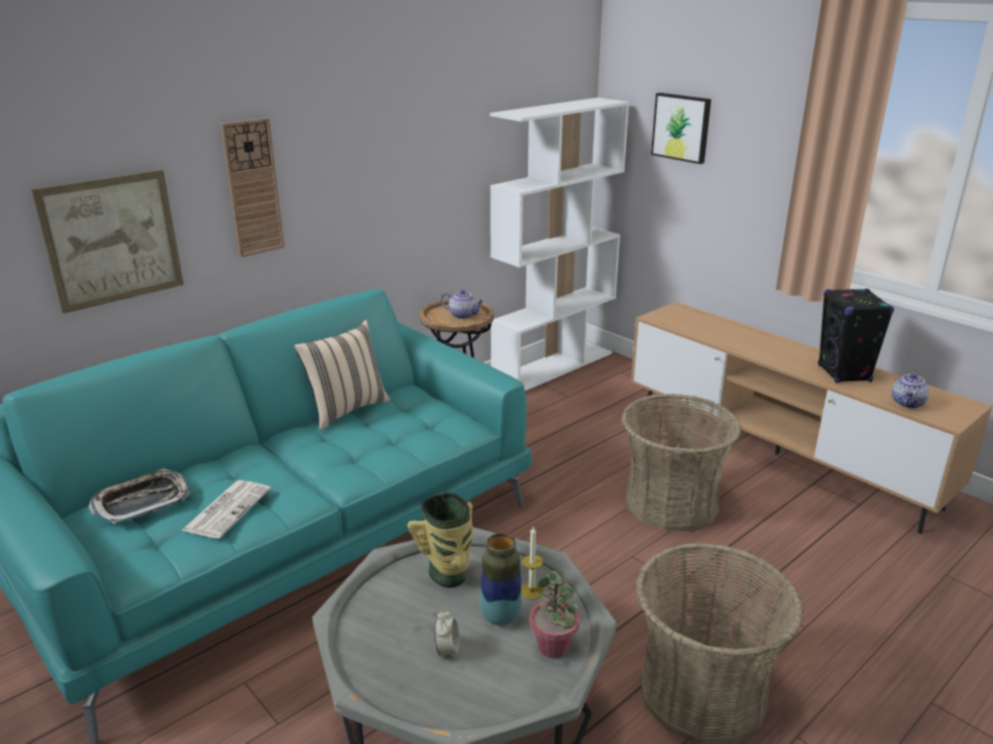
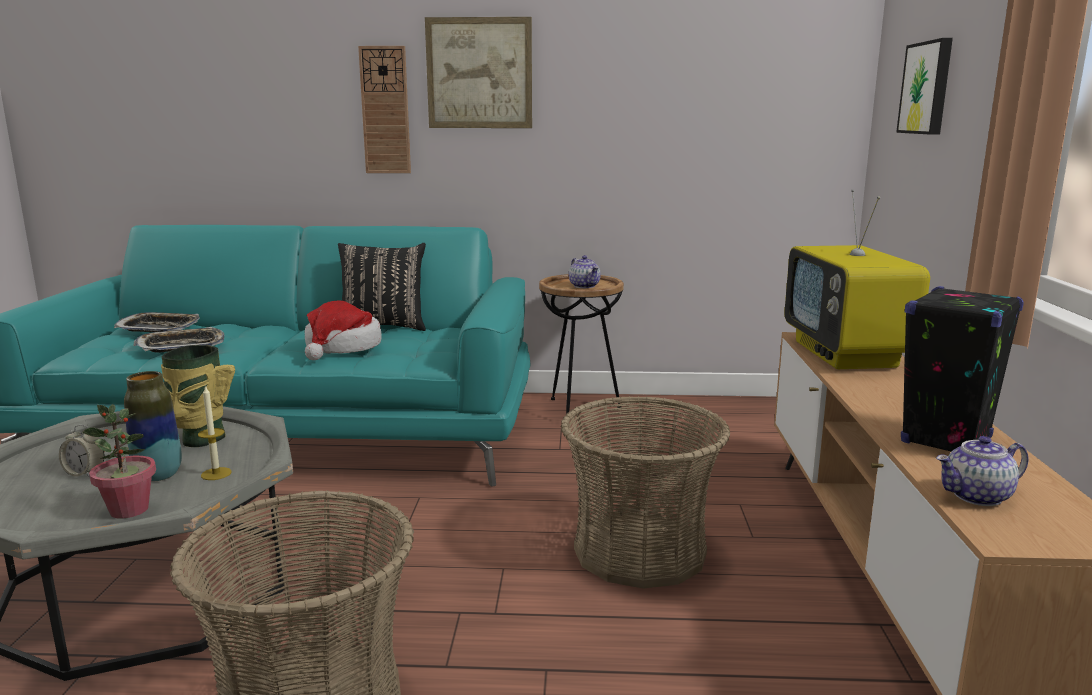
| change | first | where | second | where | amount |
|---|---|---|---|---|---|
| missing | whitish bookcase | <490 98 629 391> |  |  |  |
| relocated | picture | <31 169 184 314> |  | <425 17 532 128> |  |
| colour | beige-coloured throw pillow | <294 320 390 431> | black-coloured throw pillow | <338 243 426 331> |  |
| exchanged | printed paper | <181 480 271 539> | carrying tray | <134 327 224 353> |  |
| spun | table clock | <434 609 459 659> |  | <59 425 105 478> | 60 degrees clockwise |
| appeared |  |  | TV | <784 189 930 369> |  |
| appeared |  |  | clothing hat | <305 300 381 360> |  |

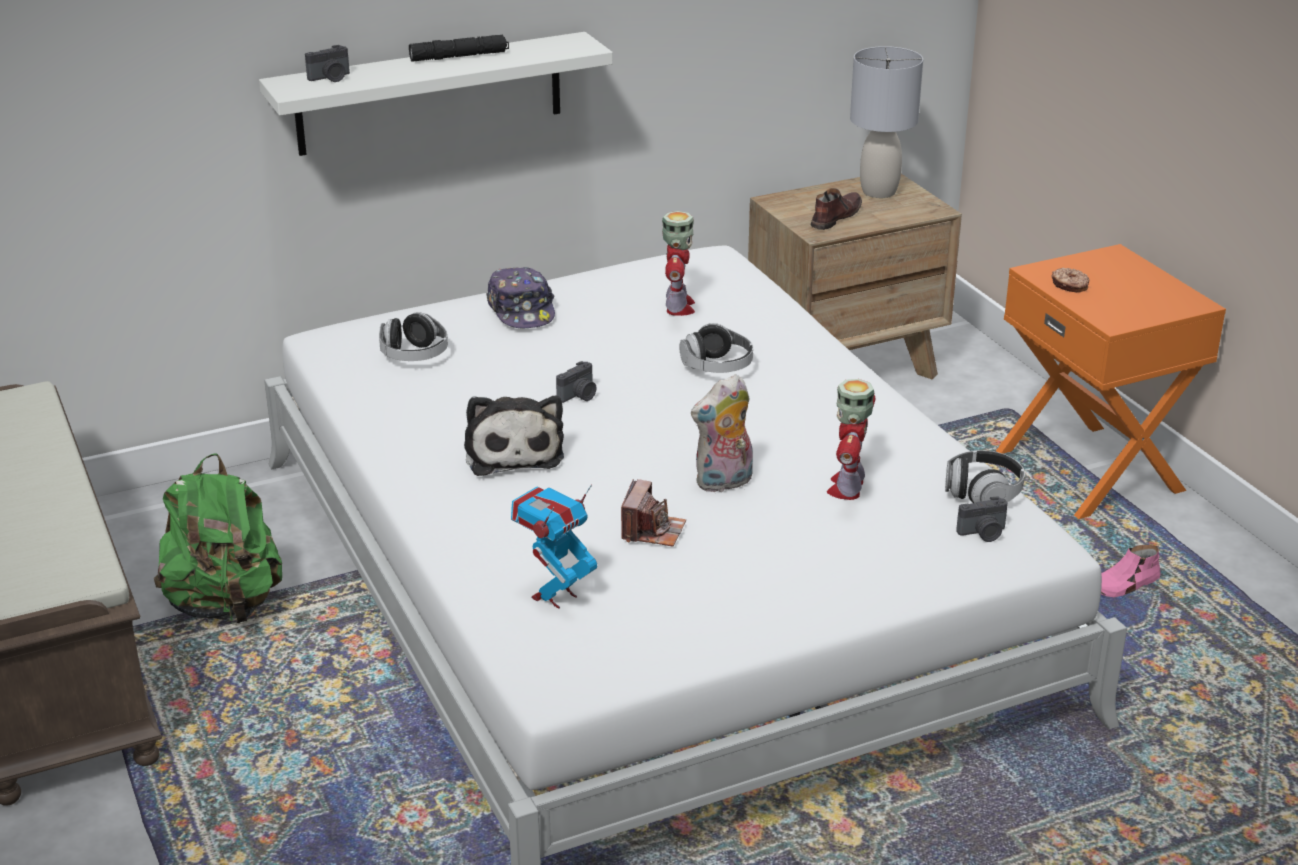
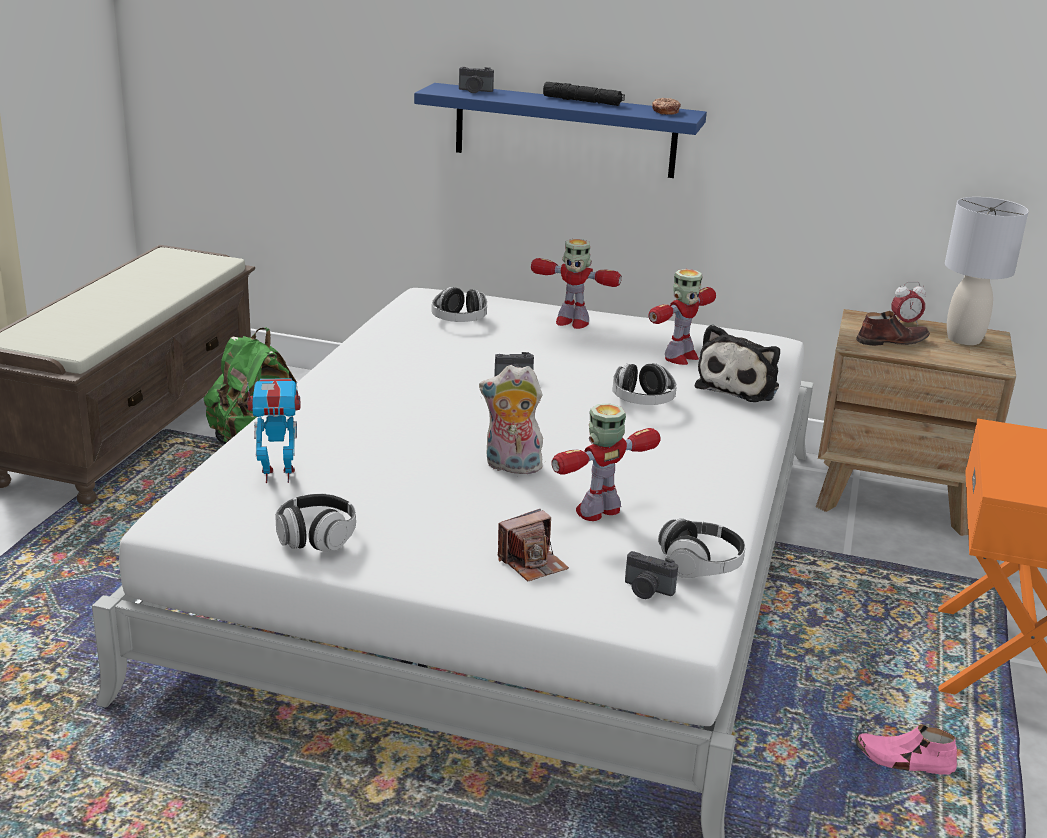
| change | first | where | second | where | amount |
|---|---|---|---|---|---|
| colour | whitish shelf | <259 32 613 156> | bluish shelf | <414 83 707 178> |  |
| exchanged | cap | <486 267 555 328> | model robot | <531 239 622 329> |  |
| relocated | donut | <1051 268 1090 293> |  | <652 98 681 115> |  |
| relocated | plush toy | <464 396 564 476> |  | <695 324 780 402> |  |
| relocated | photo camera | <621 479 686 546> |  | <498 509 569 581> |  |
| appeared |  |  | table clock | <892 281 926 325> |  |
| appeared |  |  | headset | <275 494 356 552> |  |

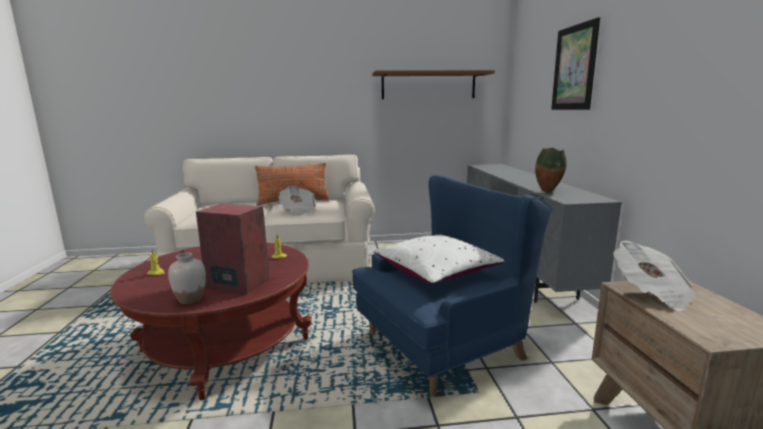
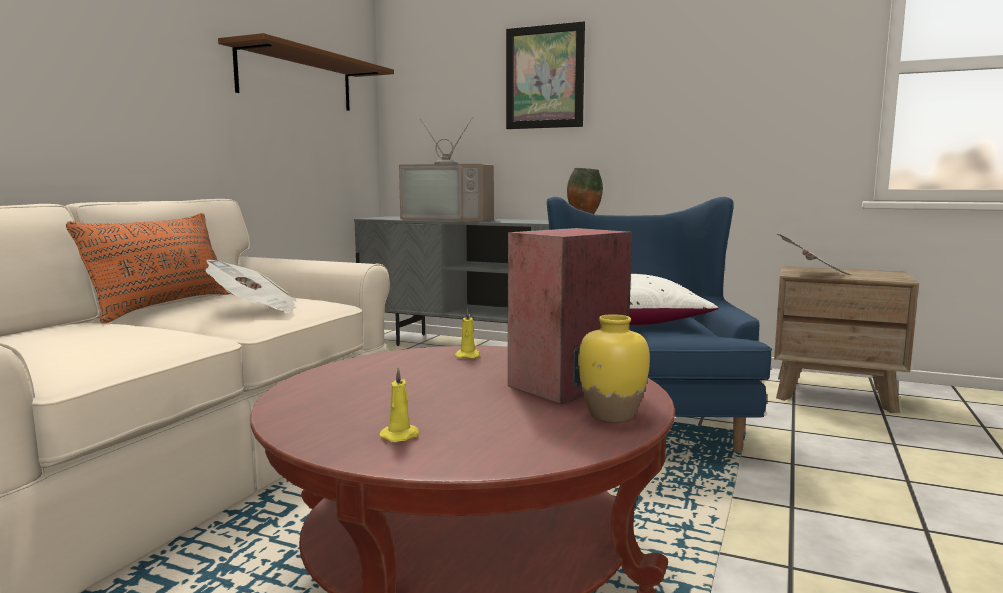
| change | first | where | second | where | amount |
|---|---|---|---|---|---|
| colour | whitish vase | <168 252 206 304> | yellow vase | <578 314 650 423> |  |
| appeared |  |  | TV | <399 117 494 221> |  |

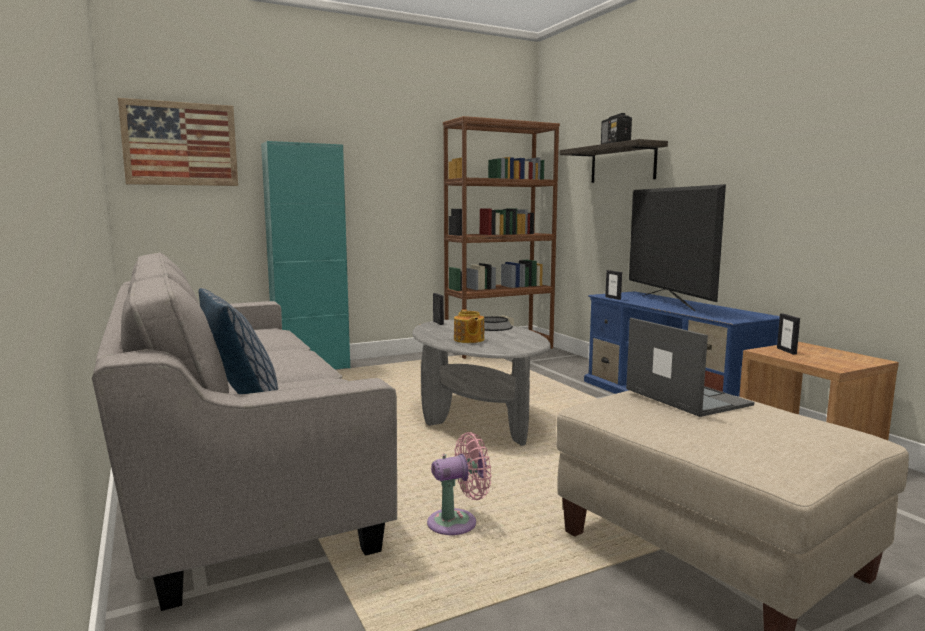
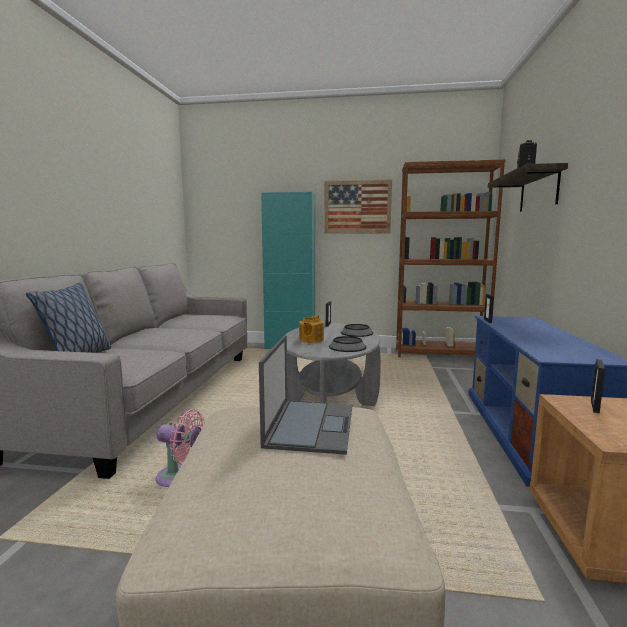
| change | first | where | second | where | amount |
|---|---|---|---|---|---|
| relocated | picture | <118 98 238 186> |  | <324 180 392 234> |  |
| missing | TV | <629 184 726 311> |  |  |  |
| appeared |  |  | serving bowl | <329 336 366 352> |  |

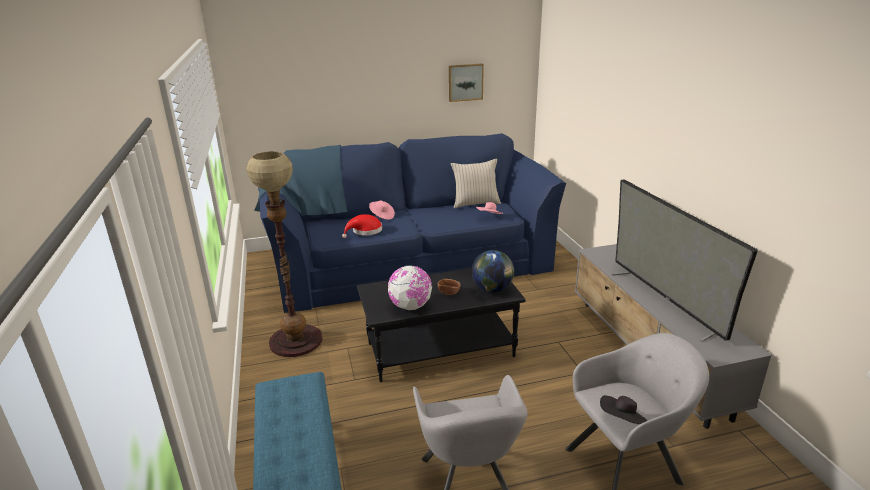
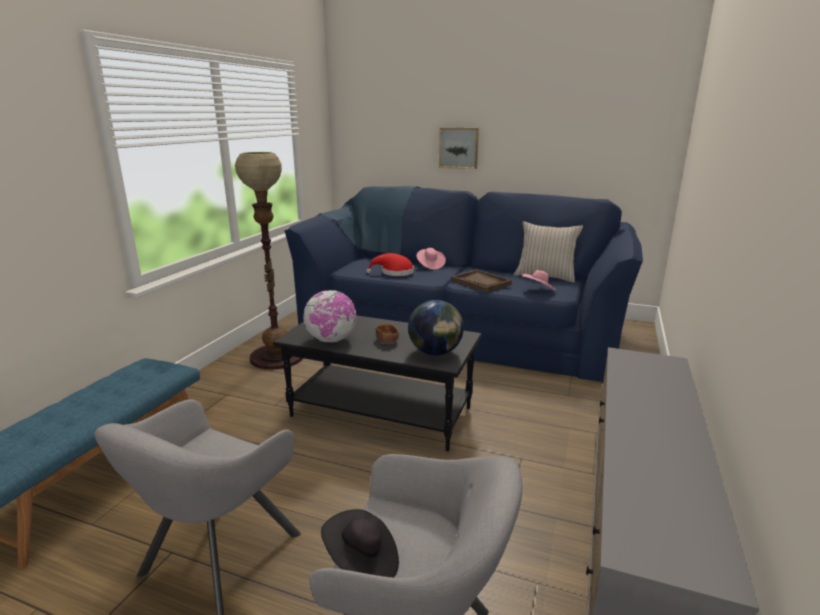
| change | first | where | second | where | amount |
|---|---|---|---|---|---|
| relocated | picture | <449 64 484 102> |  | <439 127 479 169> |  |
| missing | TV | <612 179 758 342> |  |  |  |
| appeared |  |  | brown carrying tray | <452 270 512 292> |  |

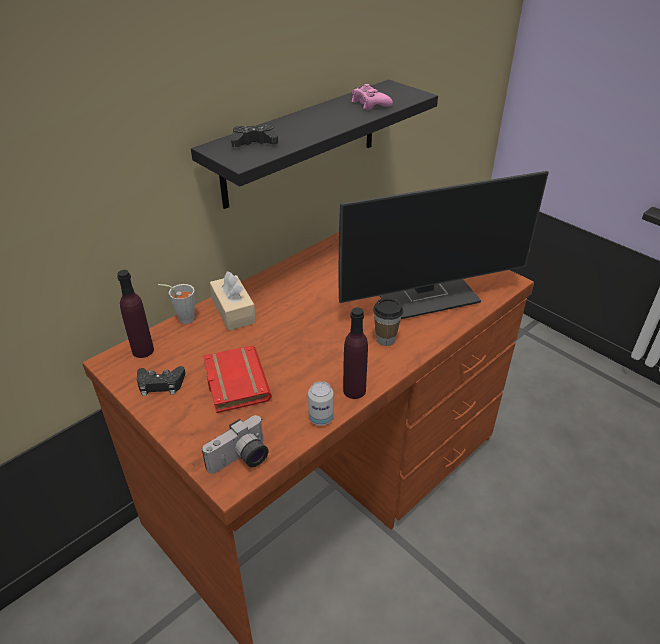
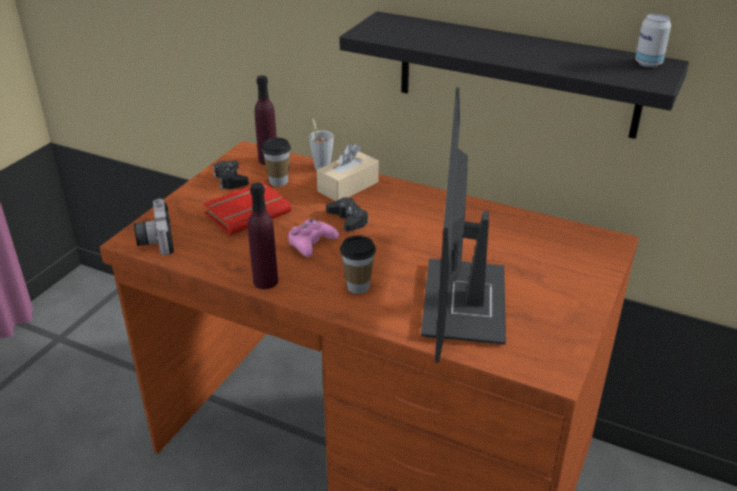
| change | first | where | second | where | amount |
|---|---|---|---|---|---|
| relocated | pinkish game controller | <351 84 393 110> |  | <288 219 339 257> |  |
| relocated | black-coloured game controller | <231 124 278 147> |  | <326 197 369 232> |  |
| spun | computer screen | <338 171 549 319> |  | <421 87 506 363> | 45 degrees clockwise |
| relocated | metal can | <308 381 333 426> |  | <635 14 671 67> |  |
| spun | photo camera | <202 415 268 474> |  | <134 199 174 255> | 45 degrees clockwise |
| appeared |  |  | cup | <261 138 291 186> |  |

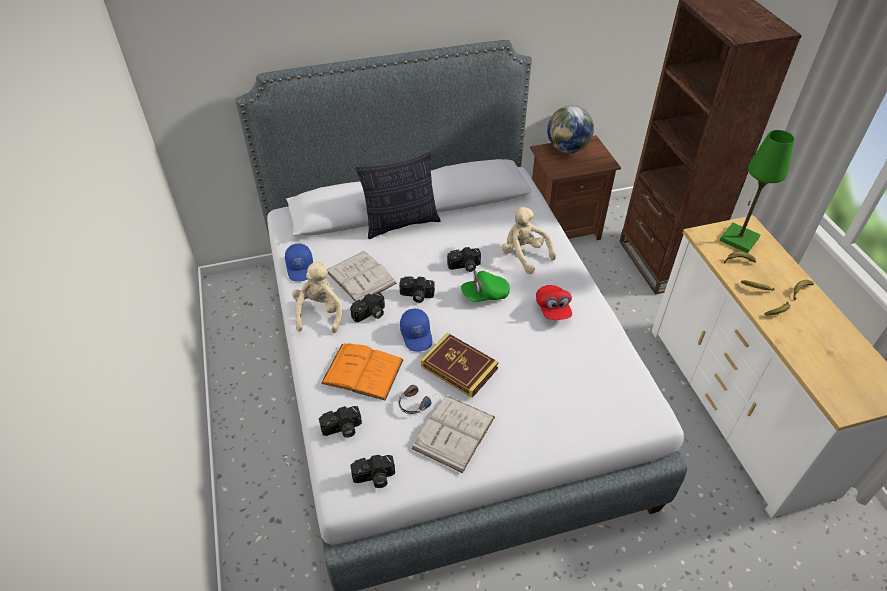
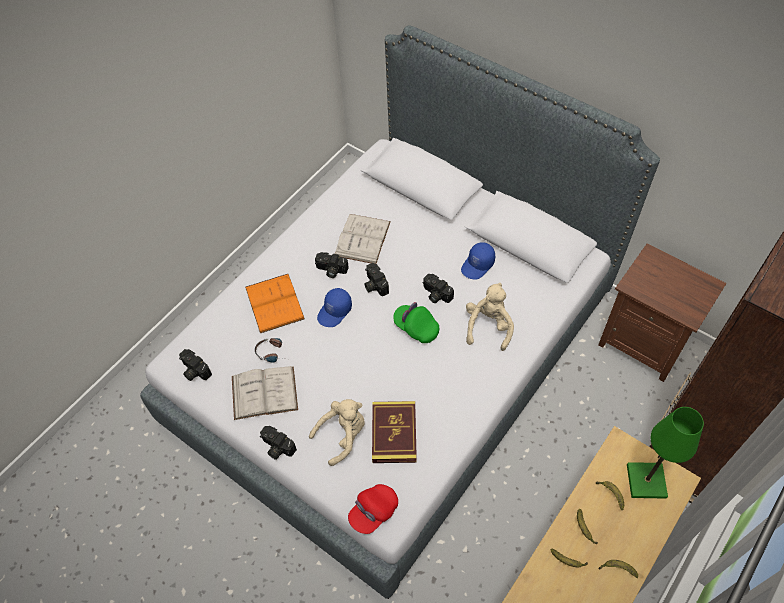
| change | first | where | second | where | amount |
|---|---|---|---|---|---|
| missing | globe | <547 106 594 153> |  |  |  |
| missing | throw pillow | <356 152 441 239> |  |  |  |
| relocated | bluish cap | <285 244 313 282> |  | <461 242 495 280> |  |
| relocated | beige-coloured plush toy | <292 262 342 333> |  | <309 399 365 466> |  |
| relocated | reddish cap | <536 285 572 320> |  | <348 484 398 534> |  |
| relocated | book | <421 333 499 398> |  | <372 401 417 463> |  |
| relocated | photo camera | <319 406 362 438> |  | <260 426 297 460> |  |

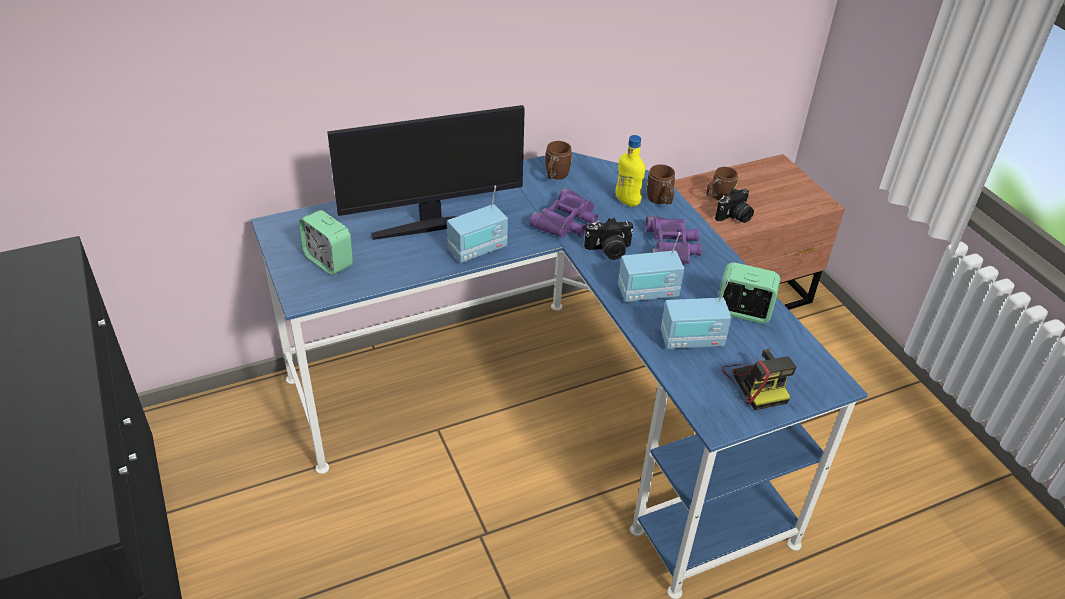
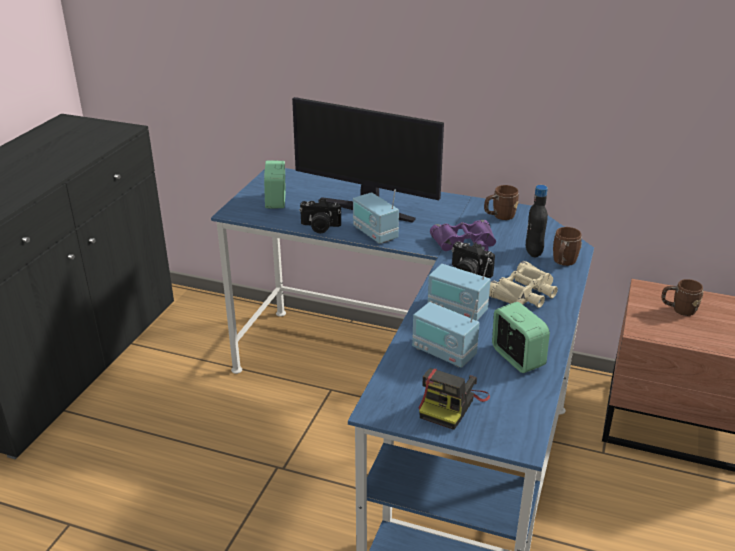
| change | first | where | second | where | amount |
|---|---|---|---|---|---|
| colour | yellow bottle | <615 135 645 207> | black-coloured bottle | <526 185 548 258> |  |
| spun | radio set | <447 186 508 263> |  | <353 189 399 244> | 45 degrees clockwise |
| relocated | photo camera | <715 189 754 223> |  | <299 198 341 234> |  |
| colour | purplish field glasses | <646 216 702 264> | beige-coloured field glasses | <489 261 558 308> |  |

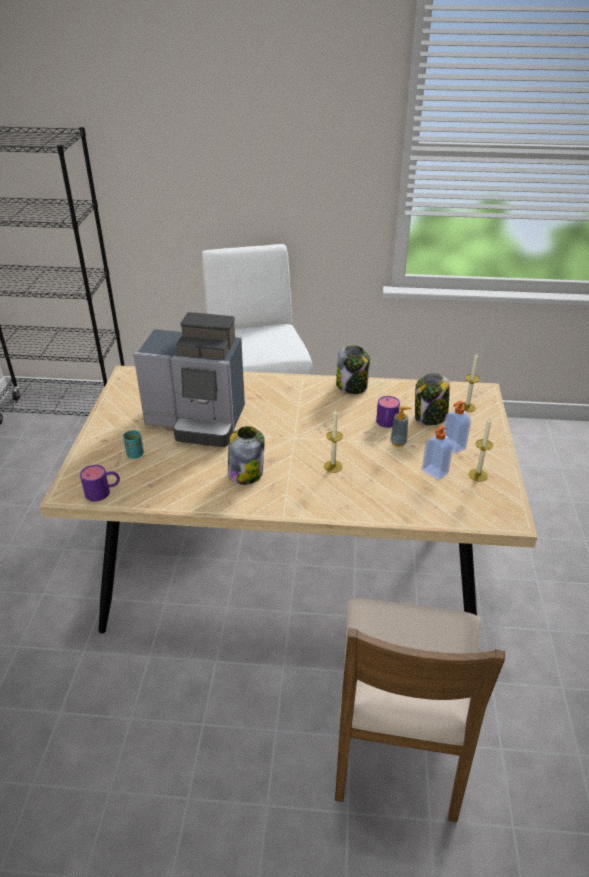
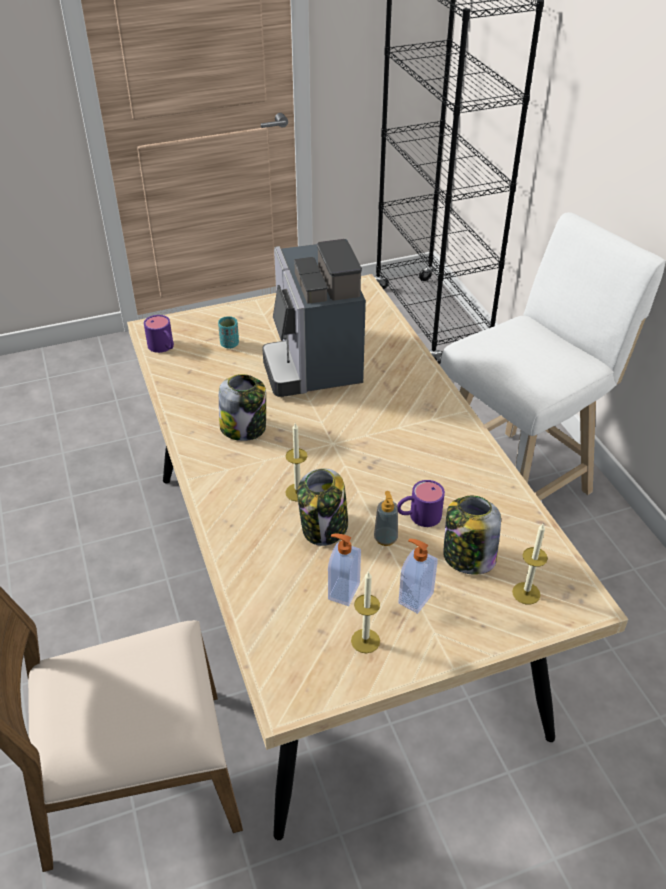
| change | first | where | second | where | amount |
|---|---|---|---|---|---|
| relocated | preserve jar | <336 345 370 394> |  | <297 468 348 546> |  |

